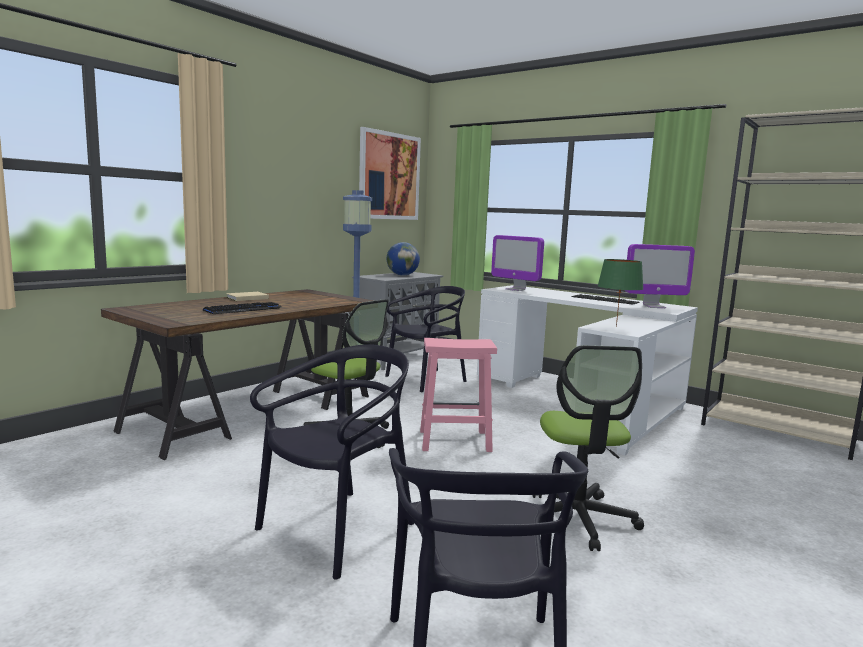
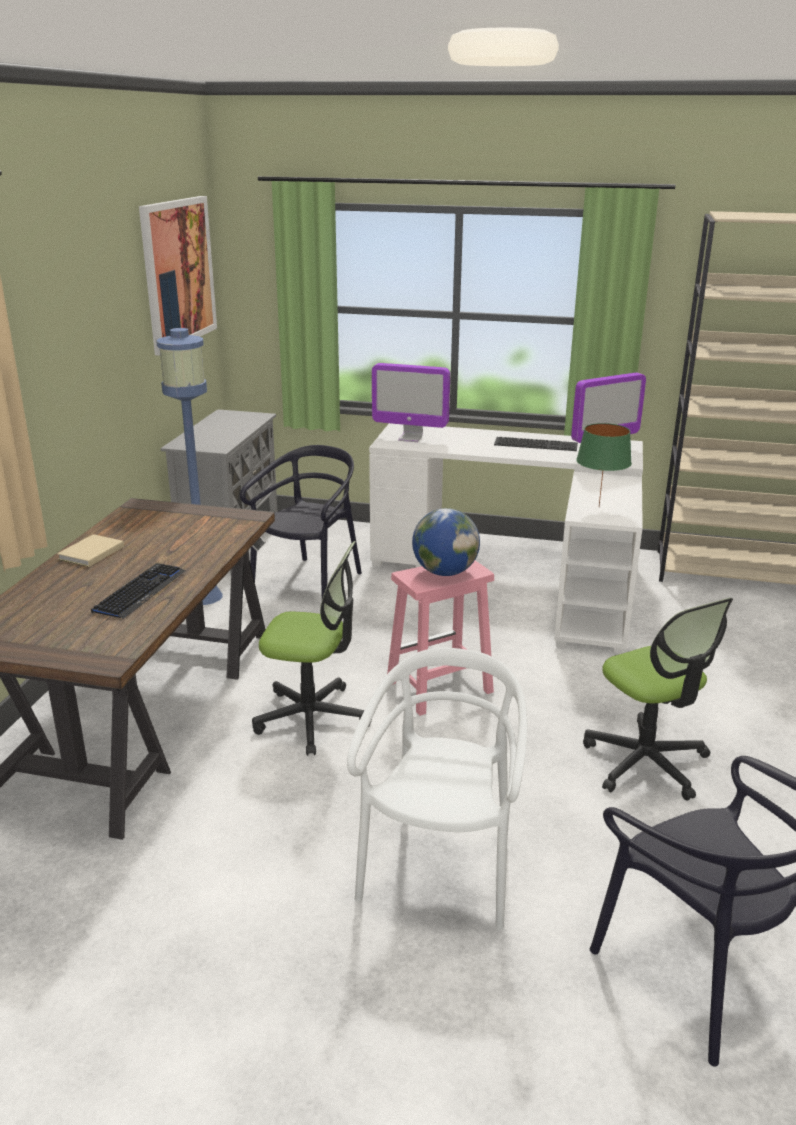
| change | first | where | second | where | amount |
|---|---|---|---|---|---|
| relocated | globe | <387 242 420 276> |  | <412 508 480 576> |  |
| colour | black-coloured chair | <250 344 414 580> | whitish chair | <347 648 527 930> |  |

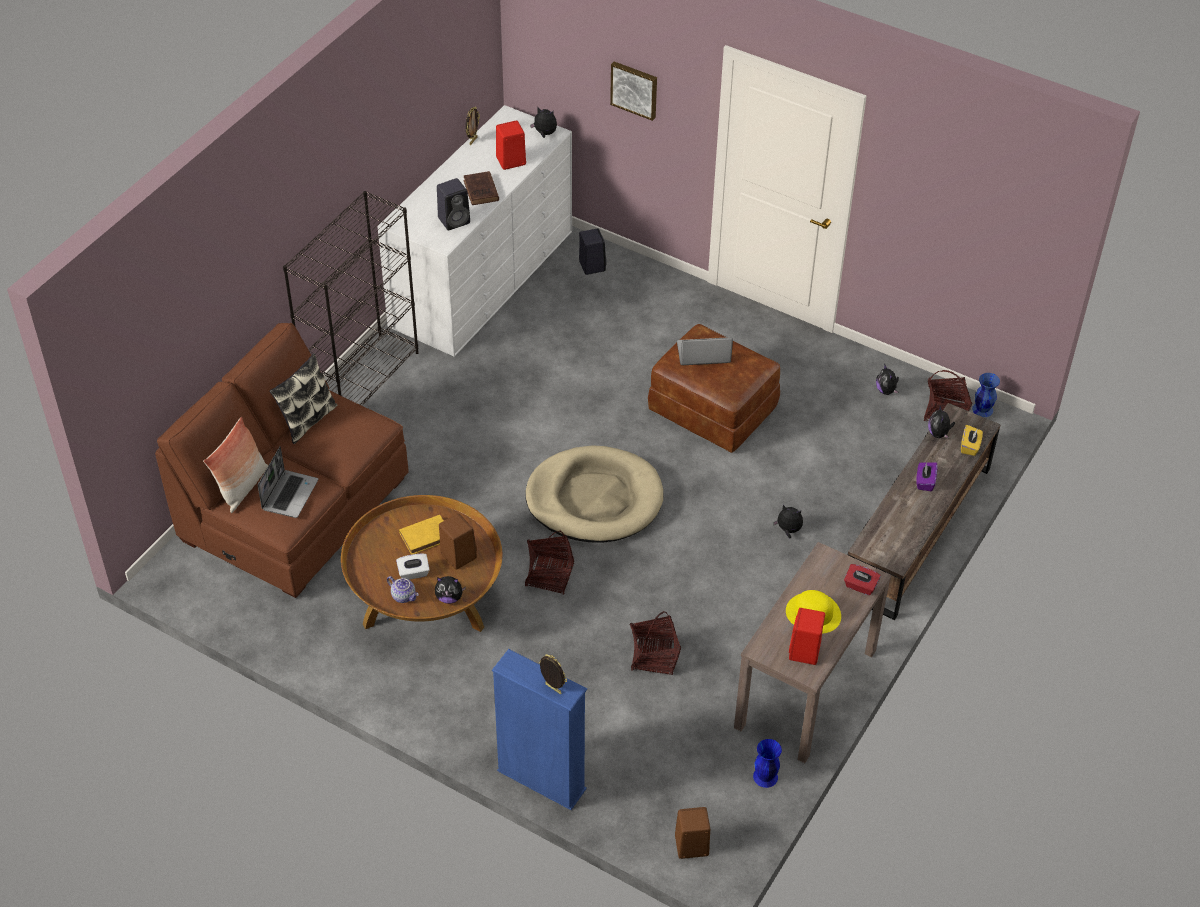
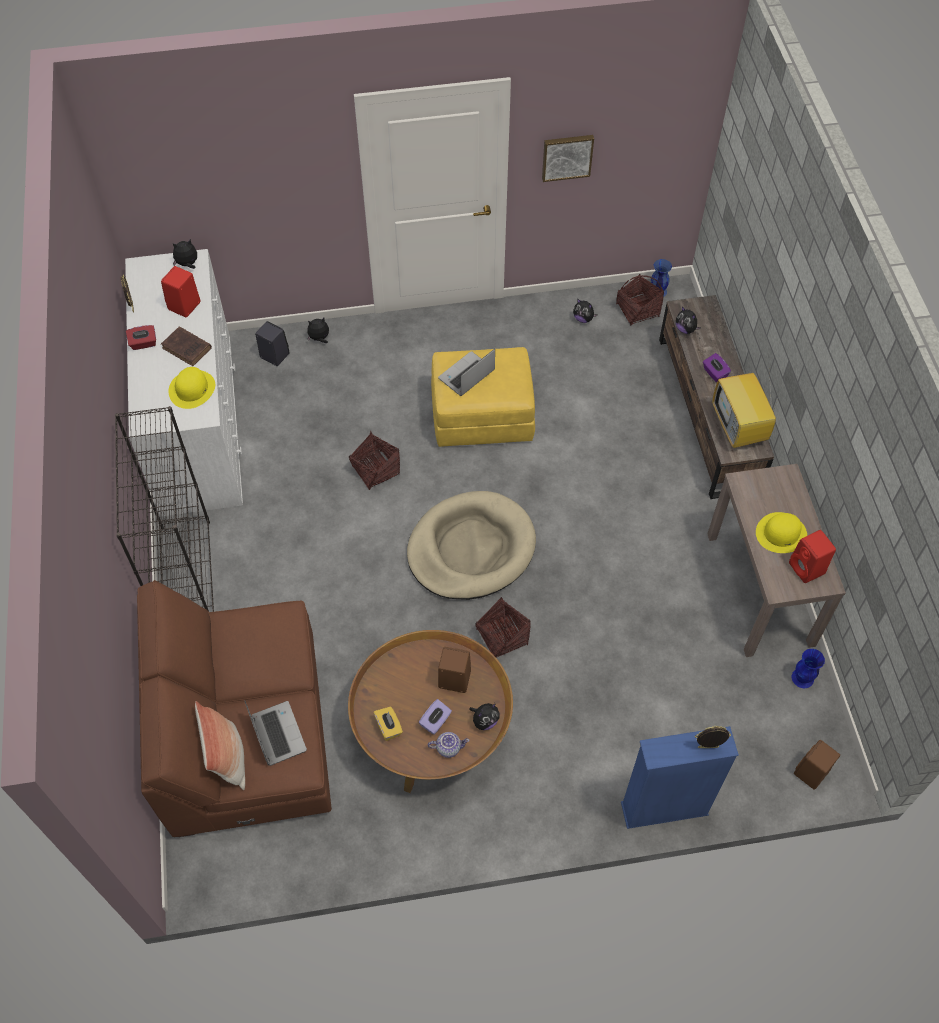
| change | first | where | second | where | amount |
|---|---|---|---|---|---|
| relocated | picture | <610 62 657 121> |  | <542 135 594 182> |  |
| exchanged | black-coloured audio speaker | <437 178 470 231> | yellow clothing hat | <169 367 215 409> |  |
| colour | brown ottoman | <648 324 780 453> | yellow ottoman | <431 347 535 447> |  |
| missing | throw pillow | <269 353 338 444> |  |  |  |
| relocated | yellow tissue box | <961 425 983 456> |  | <373 706 403 741> |  |
| relocated | plush toy | <773 505 803 538> |  | <308 318 329 343> |  |
| missing | yellow book | <399 515 443 555> |  |  |  |
| colour | whitish tissue box | <396 553 430 580> | purplish tissue box | <419 699 452 735> |  |
| relocated | reddish tissue box | <844 564 881 595> |  | <126 325 156 350> |  |
| relocated | household basket | <630 611 681 676> |  | <349 431 400 490> |  |
| appeared |  |  | TV | <712 370 779 448> |  |

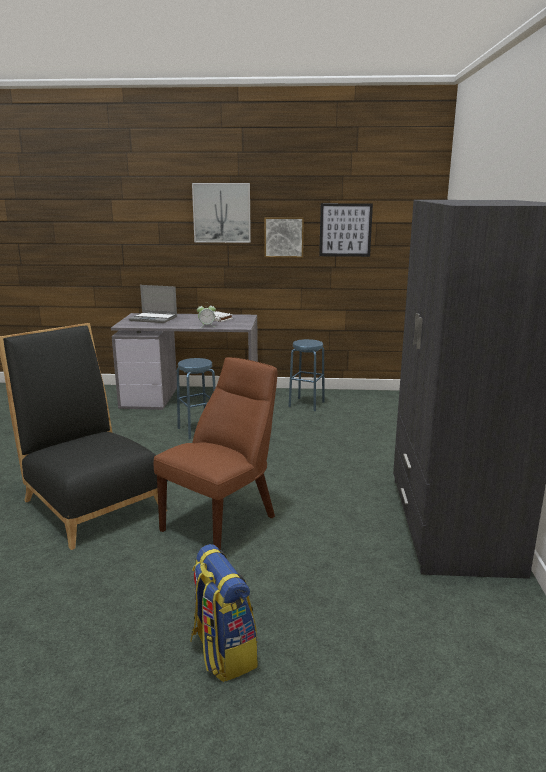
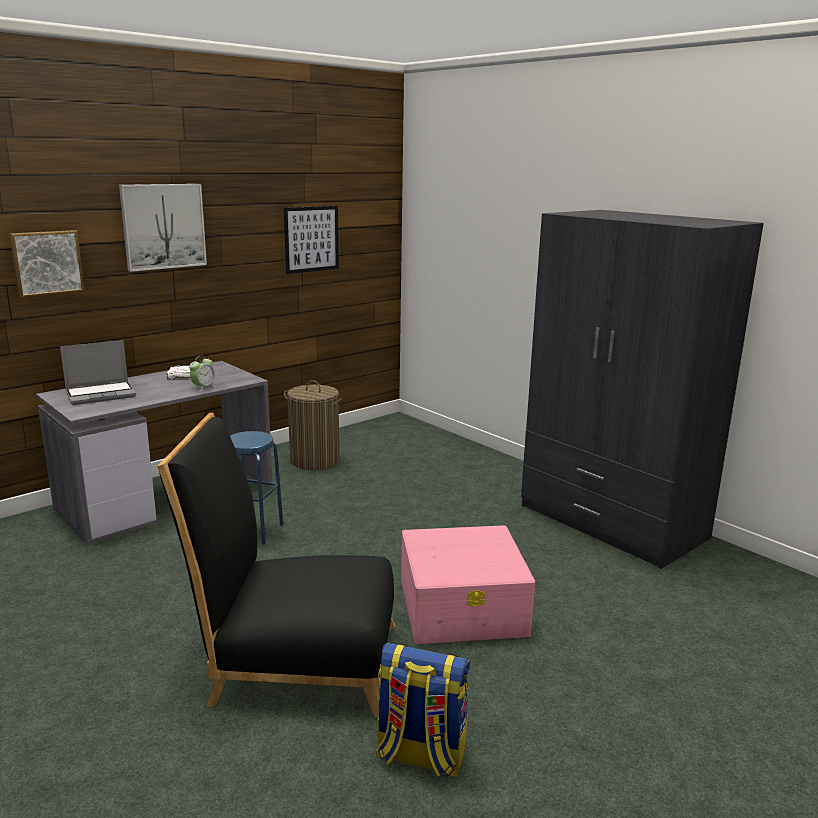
| change | first | where | second | where | amount |
|---|---|---|---|---|---|
| relocated | picture | <264 217 304 258> |  | <9 230 85 298> |  |
| exchanged | bluish stool | <288 339 325 411> | laundry basket | <284 380 342 470> |  |
| exchanged | brown chair | <154 357 277 550> | pinkish storage container | <401 525 535 644> |  |
| relocated | backpack | <190 544 258 682> |  | <376 643 470 777> |  |

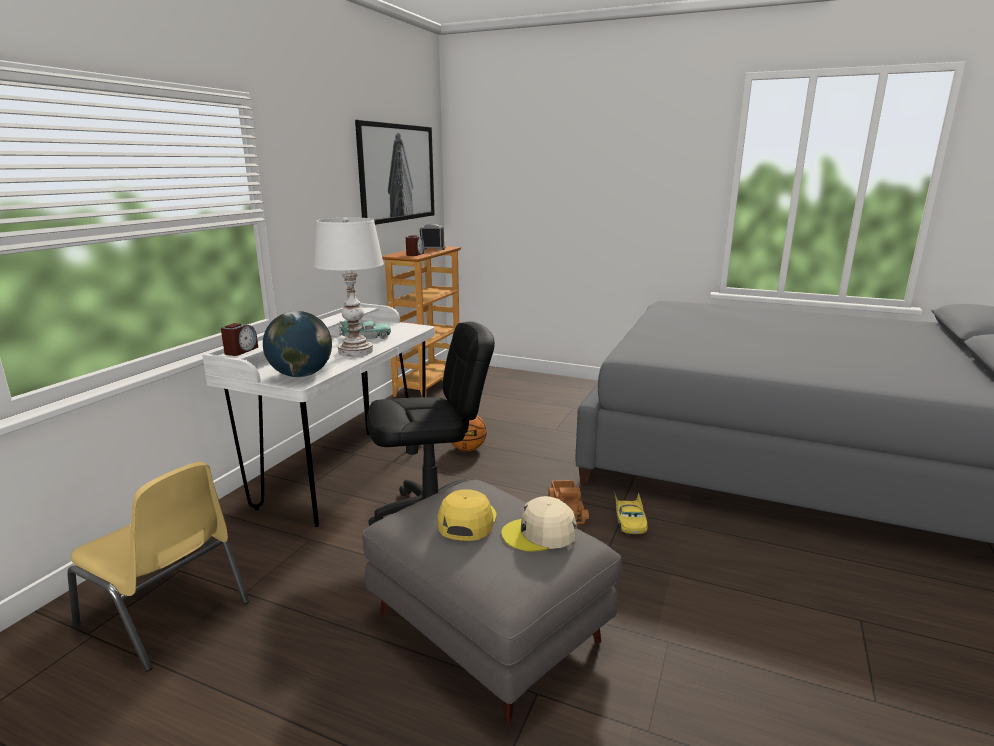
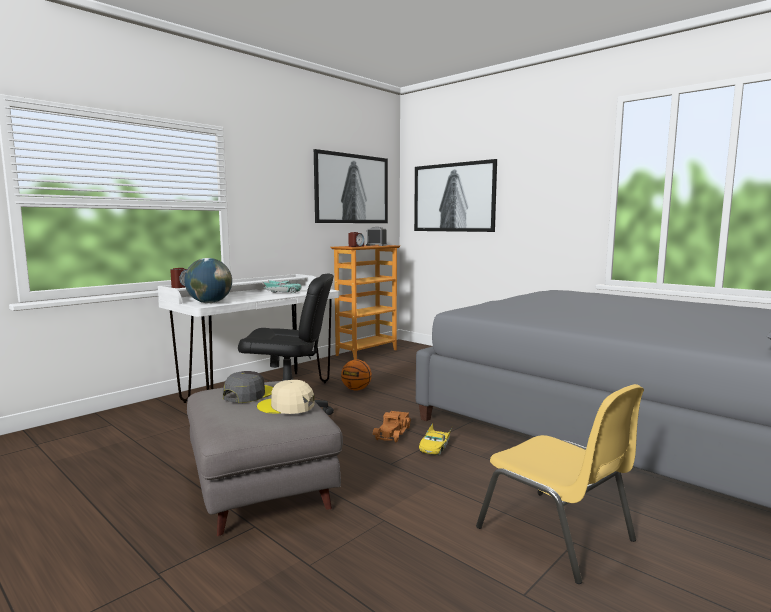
| change | first | where | second | where | amount |
|---|---|---|---|---|---|
| missing | whitish lamp for a table | <314 218 384 357> |  |  |  |
| relocated | yellow chair | <67 462 249 672> |  | <476 384 644 584> |  |
| colour | yellow cap | <438 490 496 541> | gray cap | <223 371 273 403> |  |
| appeared |  |  | picture | <414 159 497 232> |  |

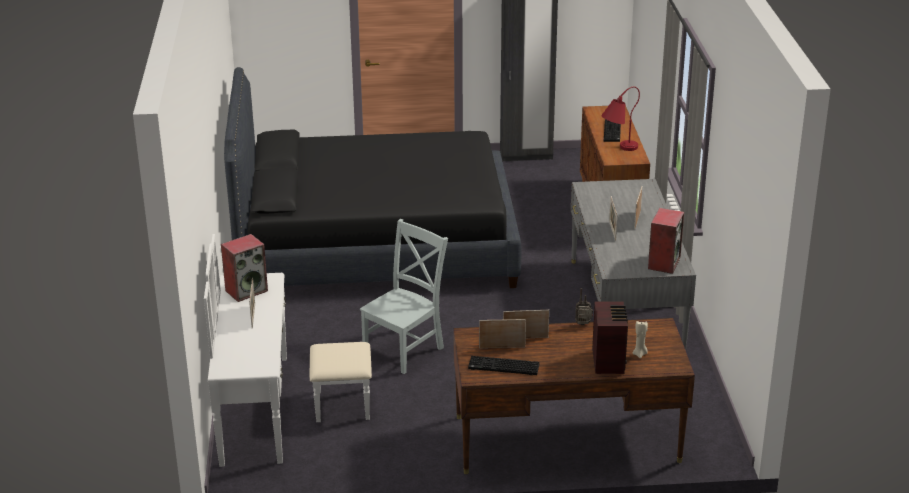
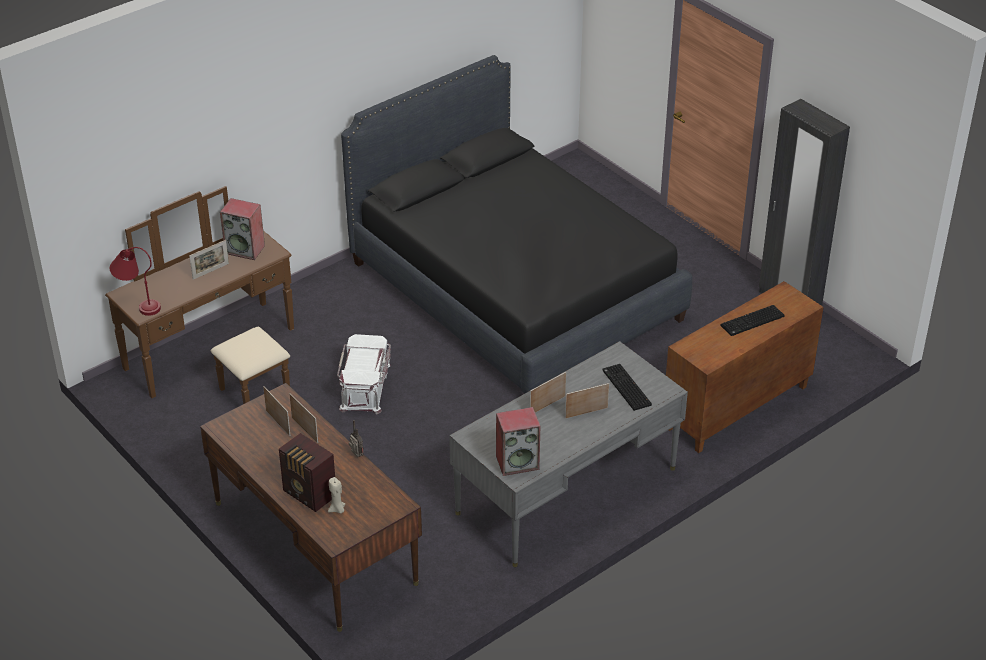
| change | first | where | second | where | amount |
|---|---|---|---|---|---|
| relocated | reddish lamp for a table | <601 86 640 151> |  | <109 247 161 316> |  |
| exchanged | gray chair | <360 219 448 374> | whitish storage container | <337 334 391 414> |  |
| colour | whitish dresser | <204 234 372 467> | brown dresser | <105 186 294 404> |  |
| spun | radio set | <592 301 628 374> |  | <279 433 335 512> | 75 degrees clockwise |
| relocated | keyboard | <468 356 540 375> |  | <602 364 652 411> |  |

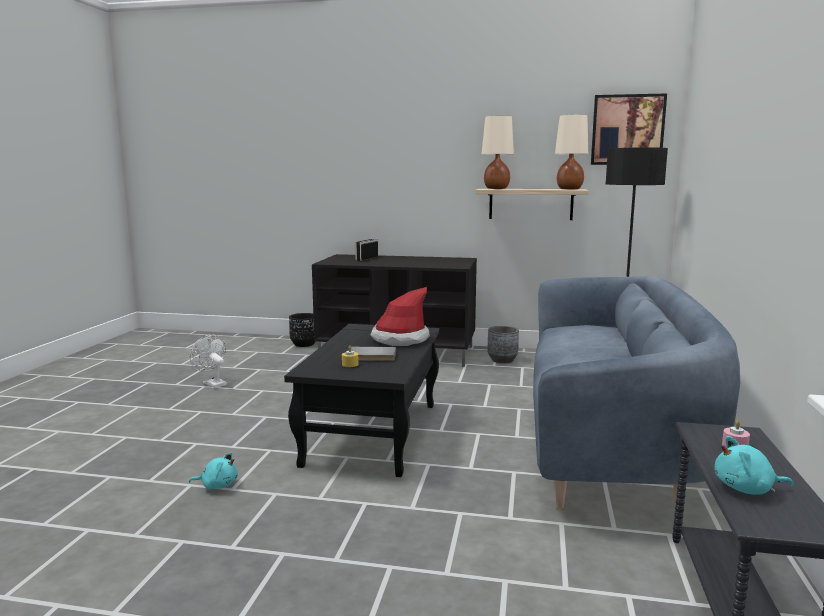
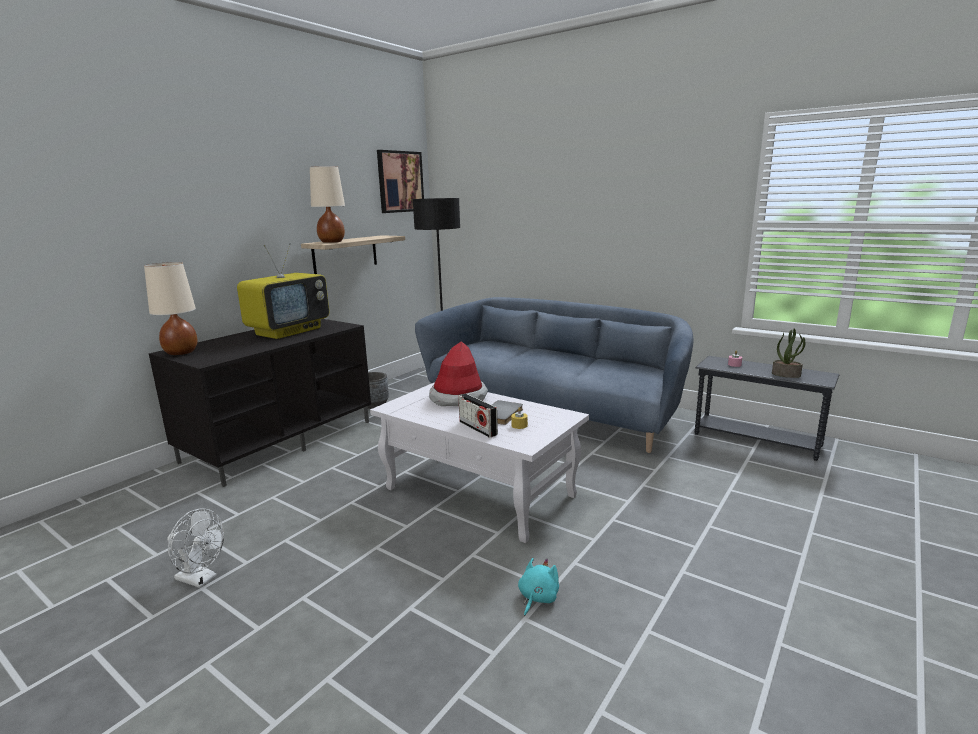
| change | first | where | second | where | amount |
|---|---|---|---|---|---|
| relocated | beige-coloured lamp for a table | <555 114 588 190> |  | <144 262 197 355> |  |
| relocated | radio set | <355 239 378 261> |  | <458 394 498 438> |  |
| missing | black-coloured planter | <289 313 316 347> |  |  |  |
| colour | black-coloured lounge table | <284 324 439 477> | whitish lounge table | <370 382 589 543> |  |
| spun | whitish fan | <190 334 227 388> |  | <167 509 224 588> | 135 degrees counterclockwise |
| exchanged | turquoise-coloured plush toy | <715 436 794 495> | houseplant | <772 329 805 378> |  |
| appeared |  |  | TV | <237 243 329 339> |  |

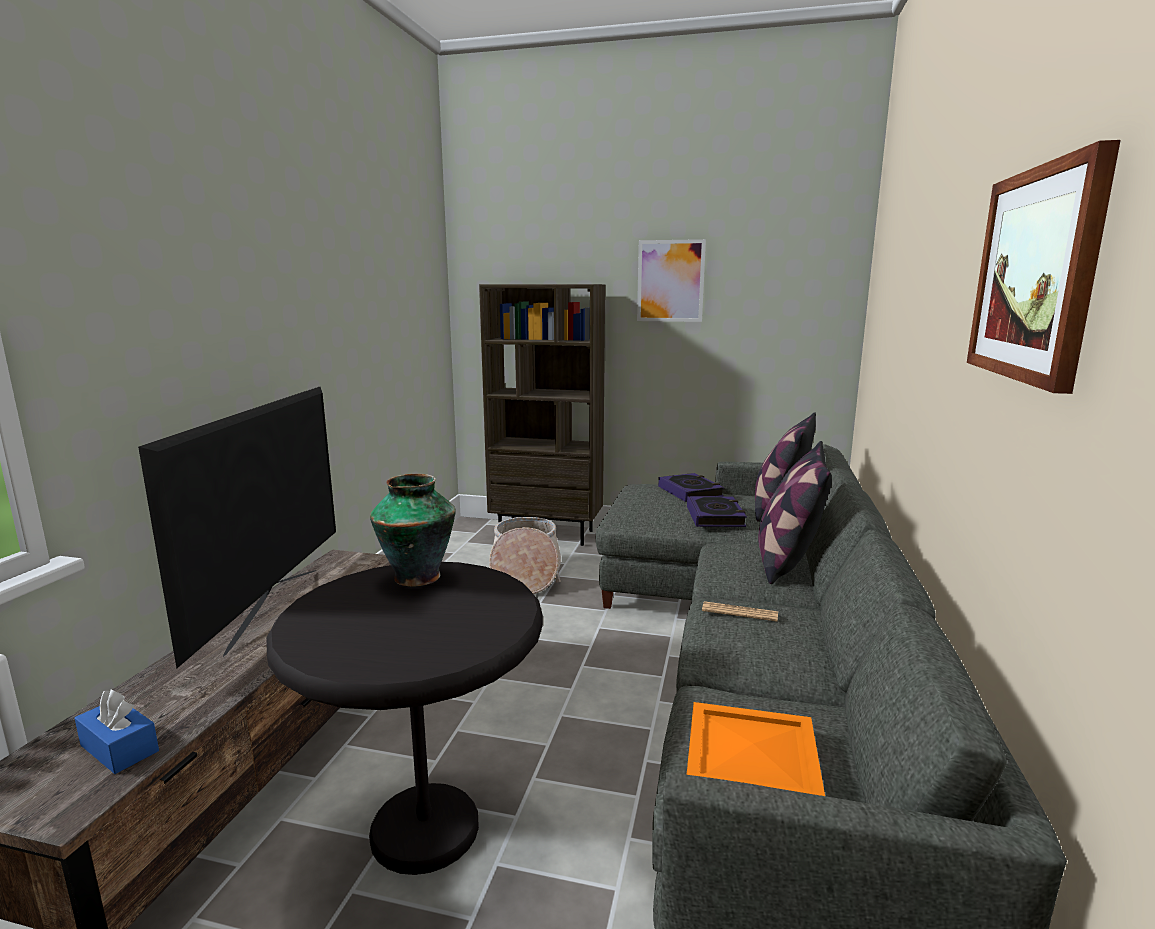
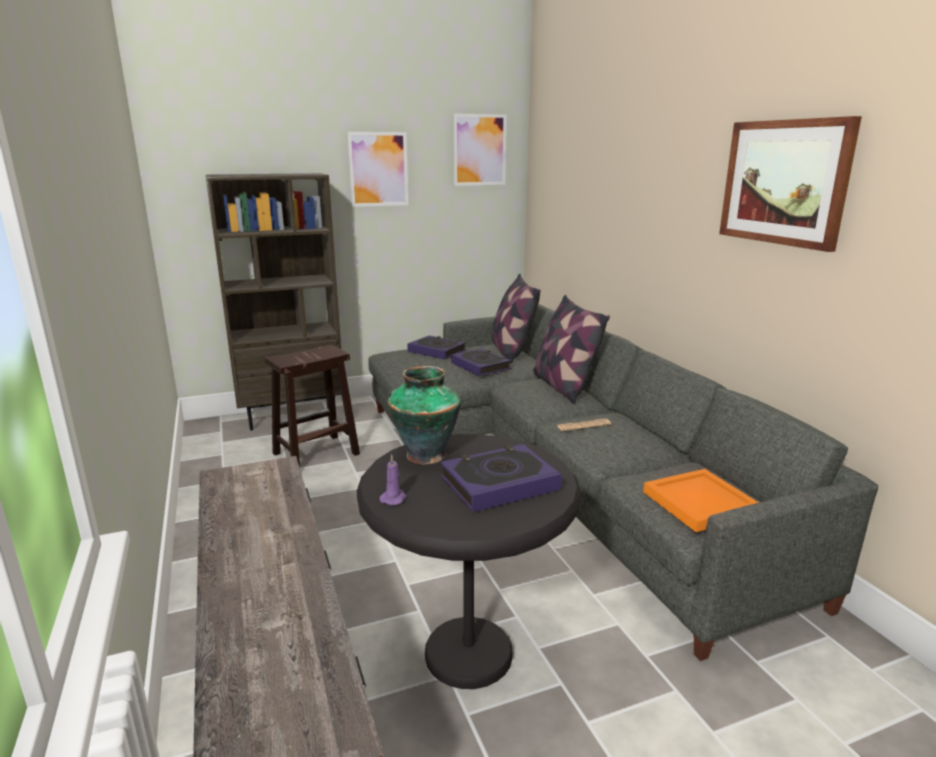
| change | first | where | second | where | amount |
|---|---|---|---|---|---|
| missing | TV | <138 387 336 668> |  |  |  |
| exchanged | household basket | <489 517 561 594> | brown stool | <264 345 360 467> |  |
| missing | bluish tissue box | <75 690 159 774> |  |  |  |
| appeared |  |  | picture | <453 113 507 186> |  |
| appeared |  |  | book | <441 444 562 512> |  |
| appeared |  |  | purplish wax candle | <379 455 407 506> |  |

